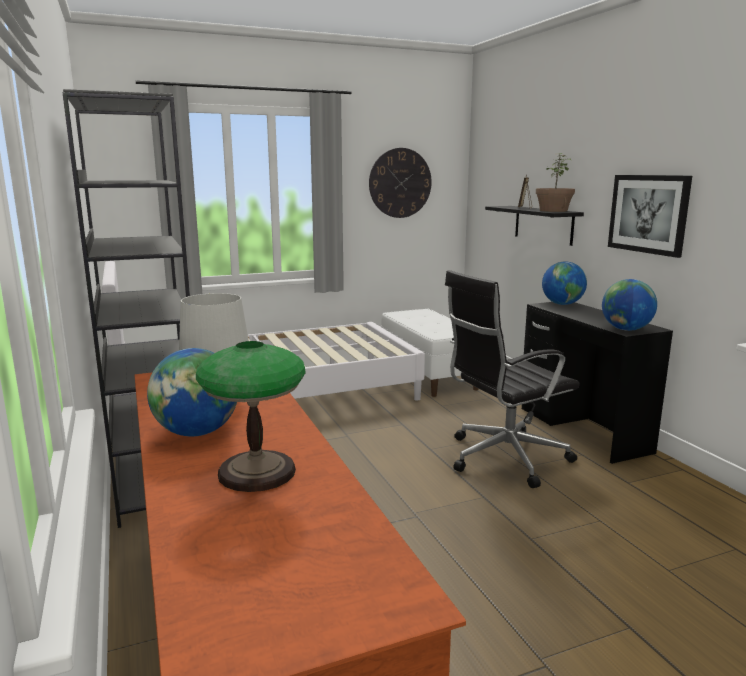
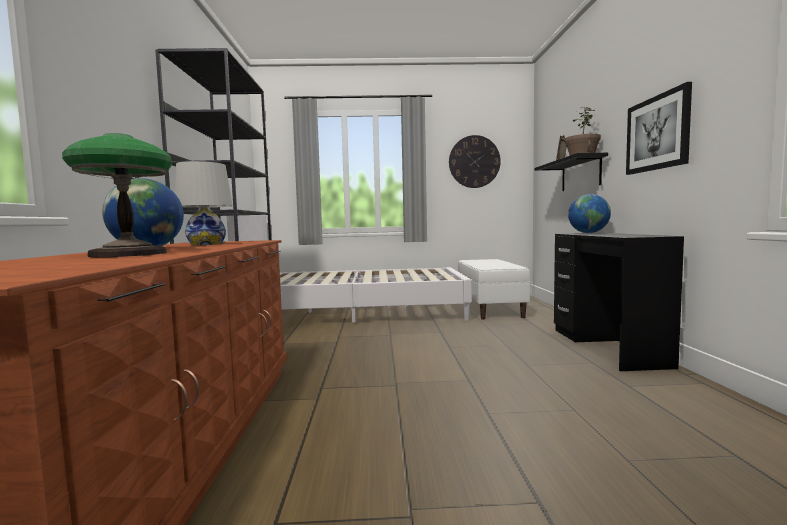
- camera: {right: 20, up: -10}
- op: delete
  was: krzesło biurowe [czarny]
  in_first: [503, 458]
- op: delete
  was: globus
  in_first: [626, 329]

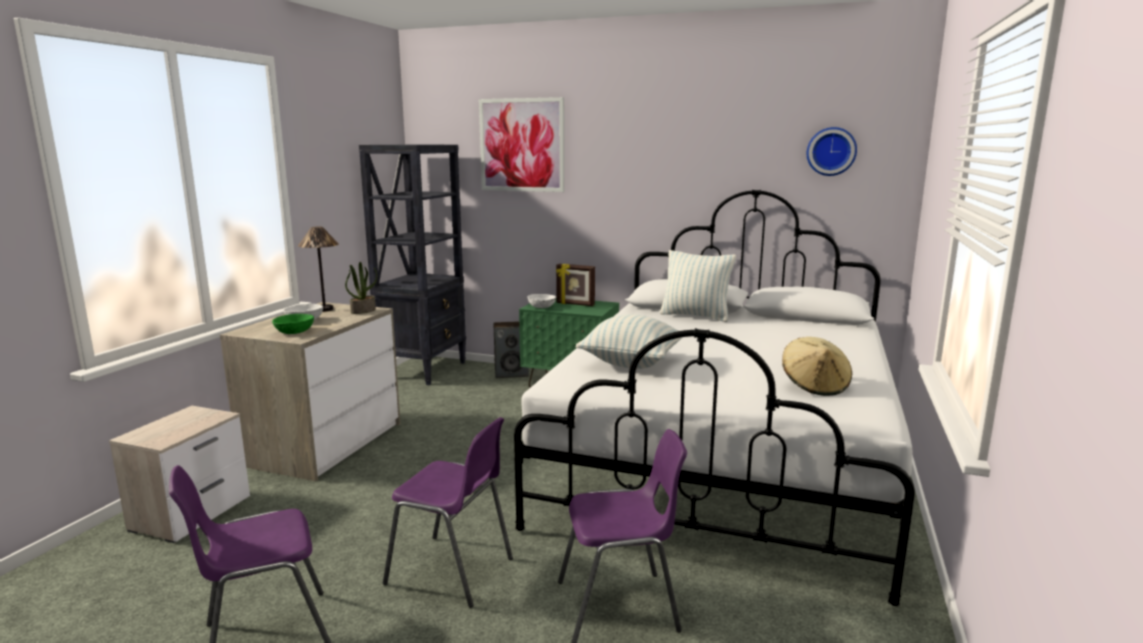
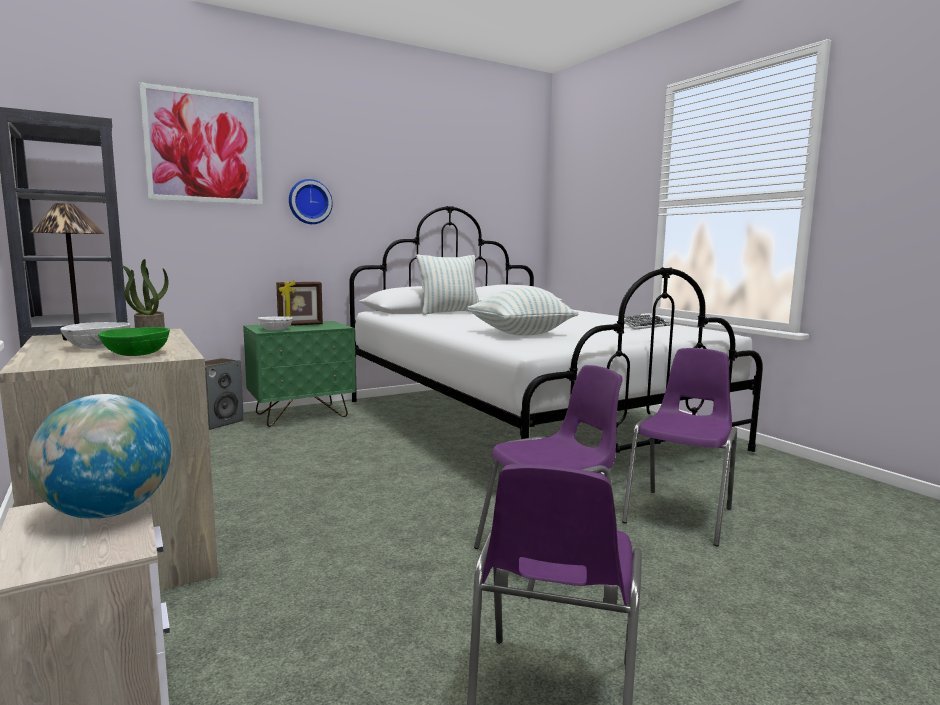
- camera: {right: -50, up: -5}
- op: move
  was: zegar ścienny
  in_first: [831, 151]
  in_second: [309, 202]
- op: replace
  was: kapelusz [beżowy]
  now: klawiatura
  in_first: [814, 386]
  in_second: [644, 326]
- op: insert
  now: globus
  in_second: [108, 513]

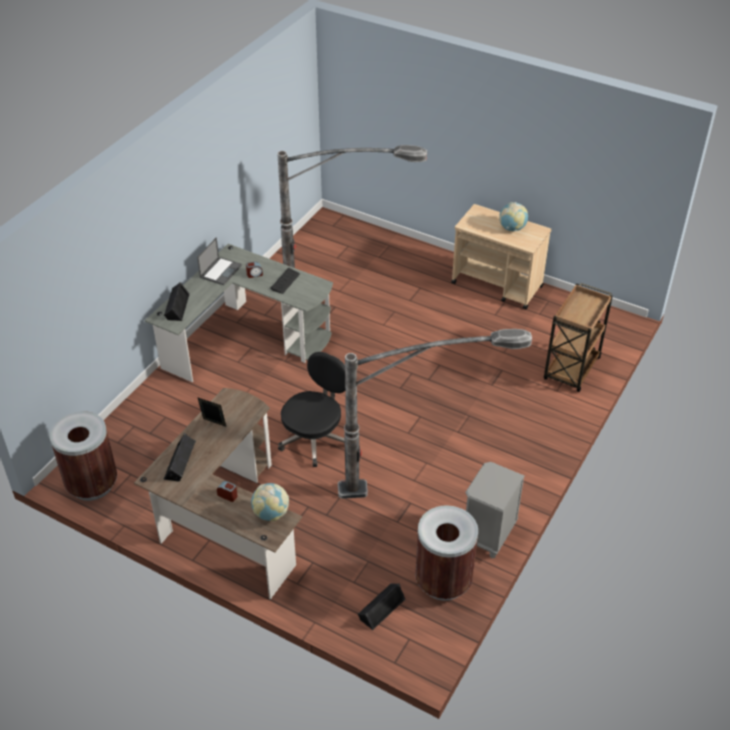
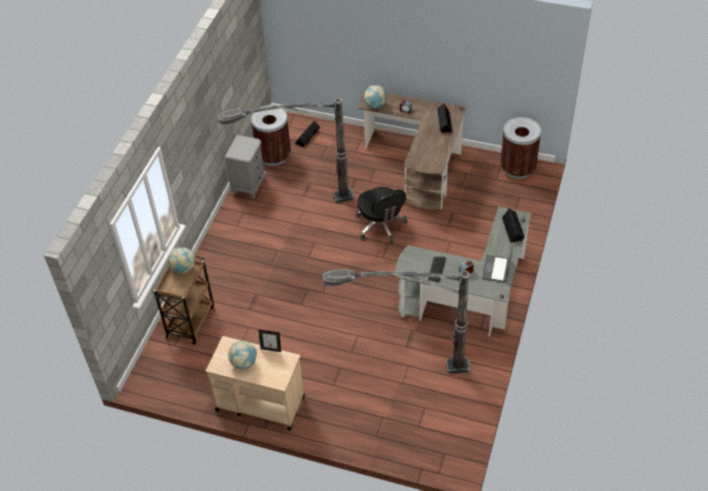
- camera: {right: 170, up: 5}
- op: rotate
  was: krzesło biurowe [czarny]
  in_first: [315, 438]
  in_second: [381, 226]
  clockwise: -45
- op: move
  was: ramka na zdjęcie
  in_first: [213, 424]
  in_second: [271, 349]
- op: insert
  now: globus
  in_second: [183, 268]

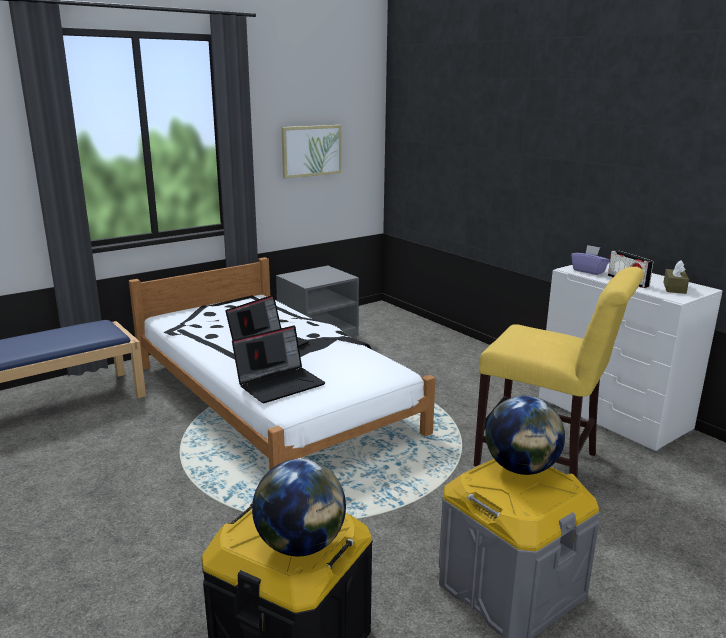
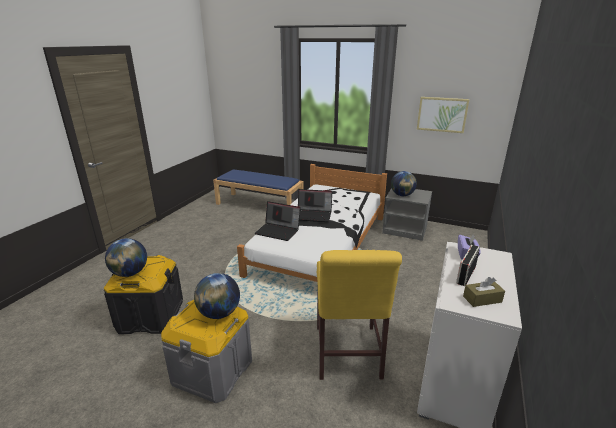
- camera: {right: 60, up: 5}
- op: insert
  now: globus
  in_second: [402, 195]

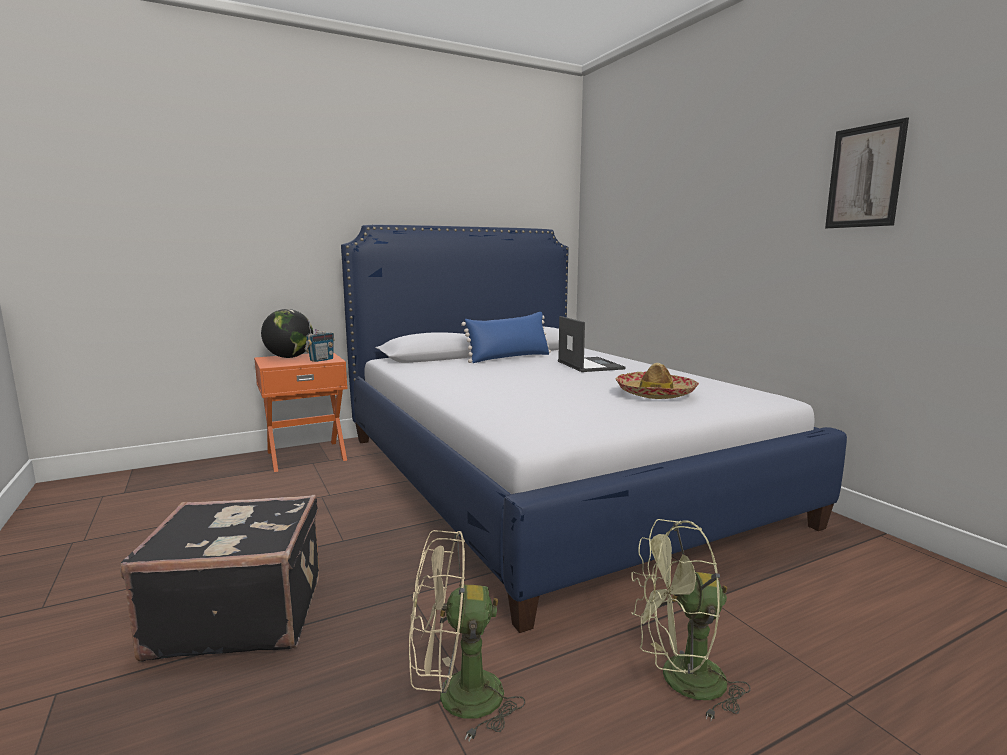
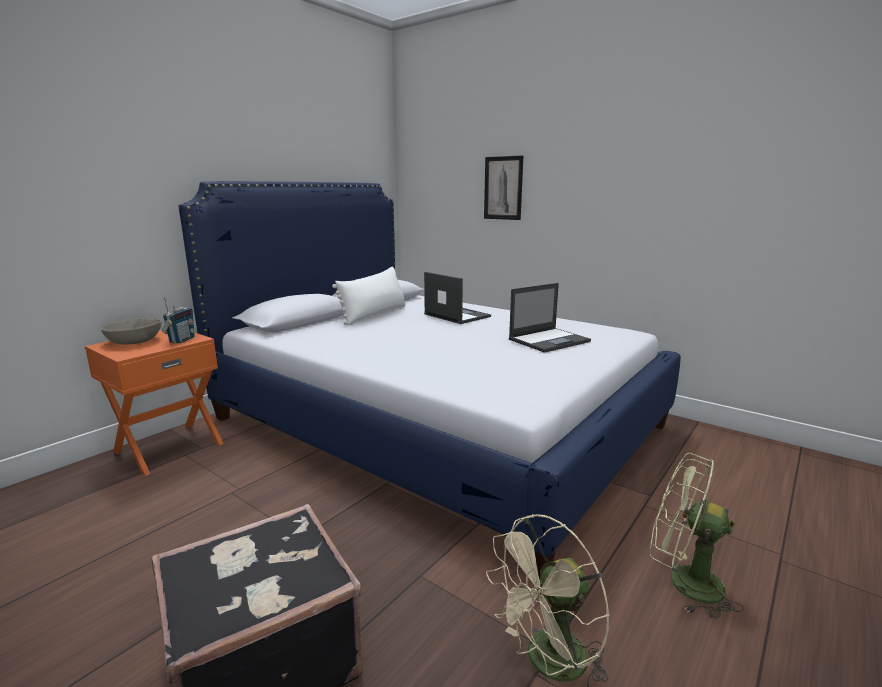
- camera: {right: -25, up: 5}
- op: move
  was: obraz
  in_first: [865, 176]
  in_second: [503, 188]
- op: replace
  was: globus
  now: miska [szary]
  in_first: [289, 357]
  in_second: [134, 341]
- op: recolor
  was: poduszka [niebieski]
  now: poduszka [biały]
  in_first: [509, 358]
  in_second: [374, 314]
- op: replace
  was: kapelusz
  now: laptop
  in_first: [655, 393]
  in_second: [549, 340]
- op: rotate
  was: wentylator [zielony]
  in_first: [680, 681]
  in_second: [683, 582]
  clockwise: 60

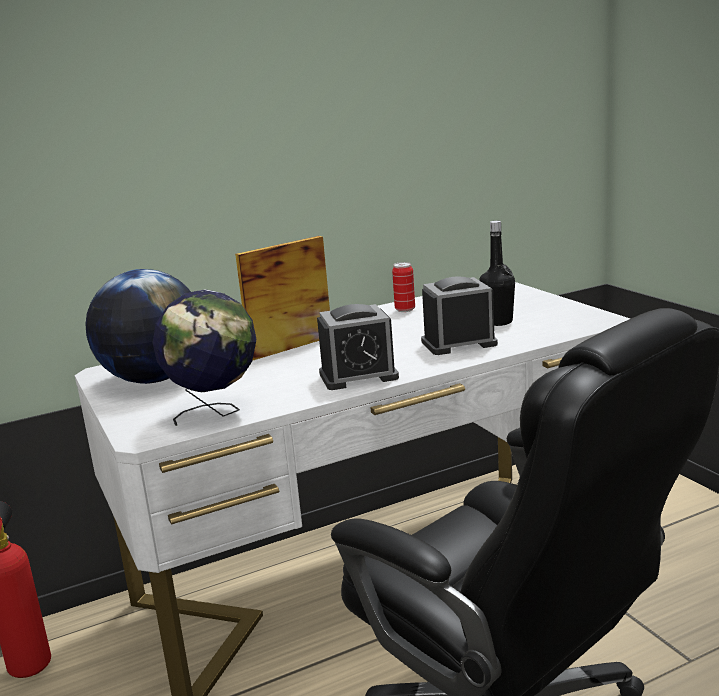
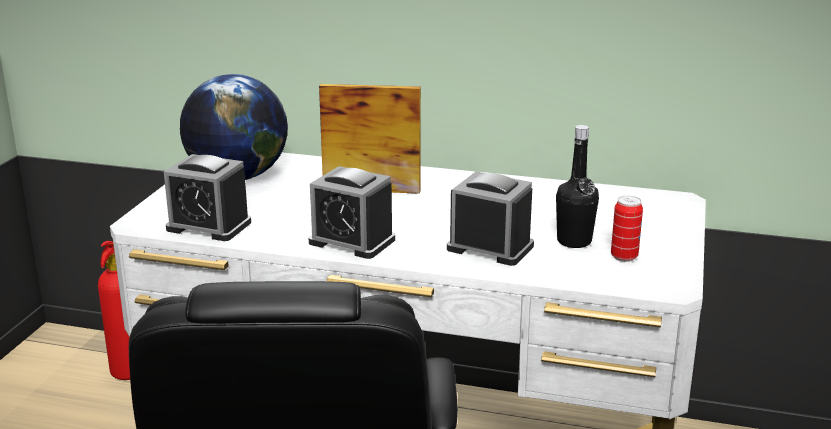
- camera: {right: 40, up: 5}
- op: move
  was: puszka
  in_first: [405, 310]
  in_second: [624, 257]
- op: replace
  was: globus
  now: budzik
  in_first: [216, 413]
  in_second: [209, 226]

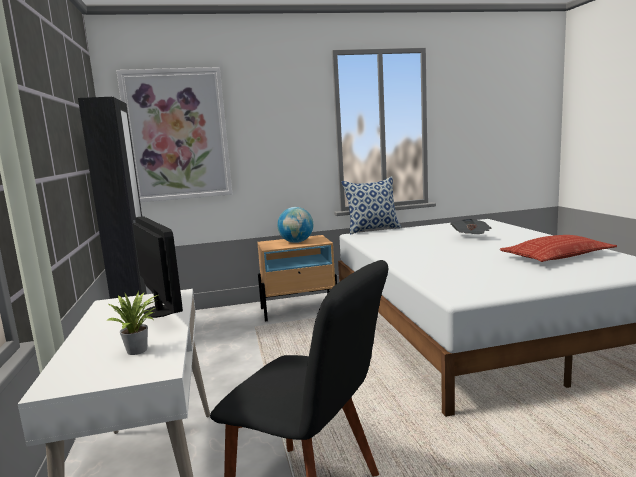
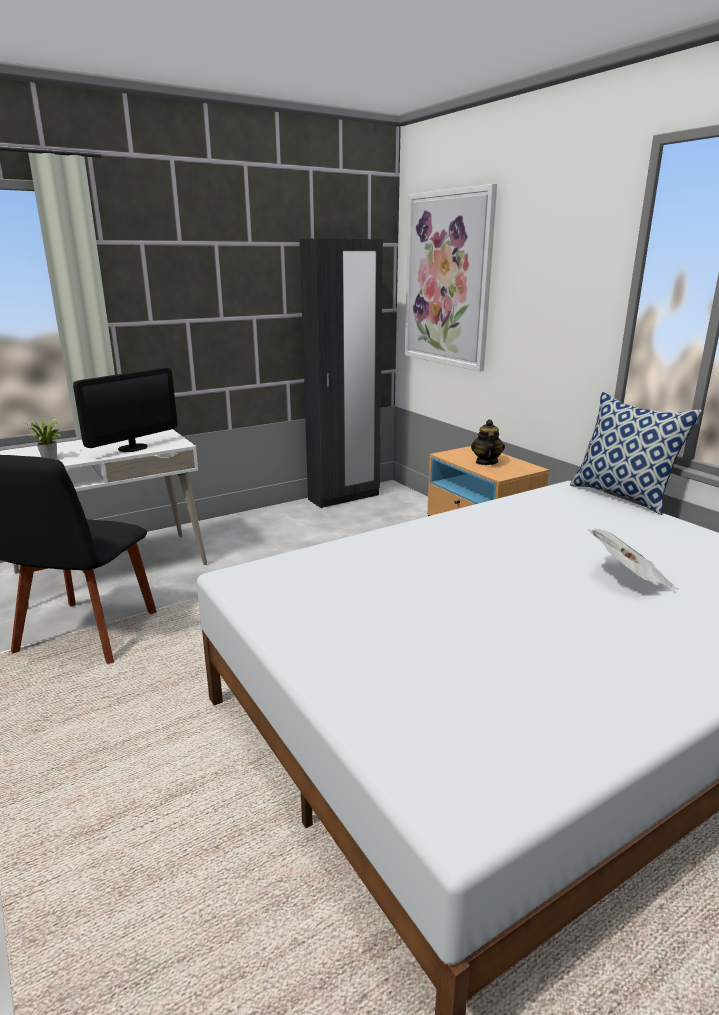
- camera: {right: 70, up: 10}
- op: replace
  was: globus
  now: imbryk
  in_first: [296, 242]
  in_second: [486, 462]
- op: delete
  was: poduszka
  in_first: [557, 256]

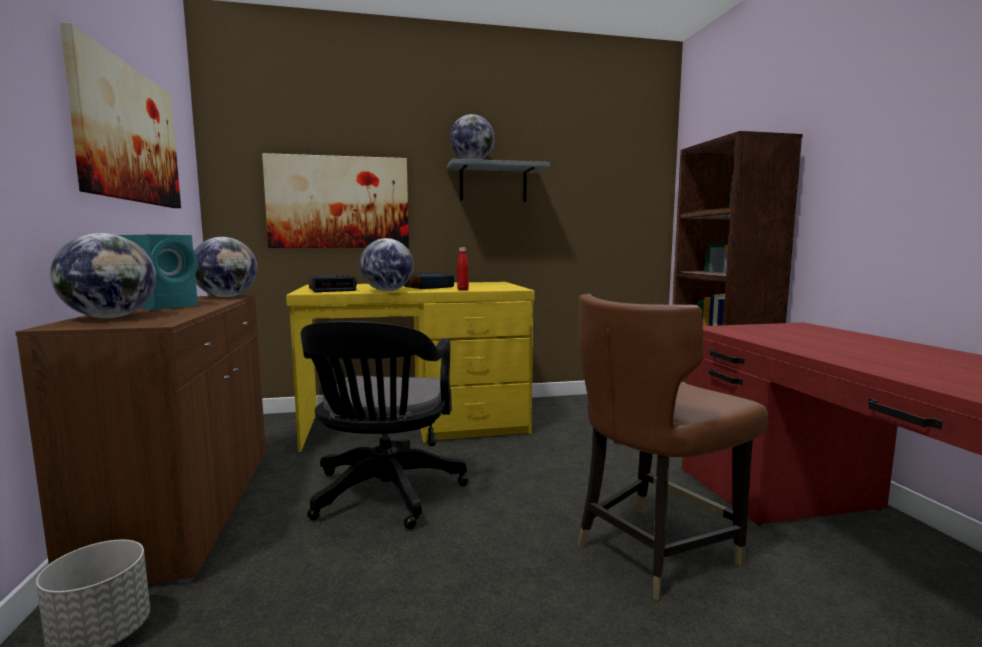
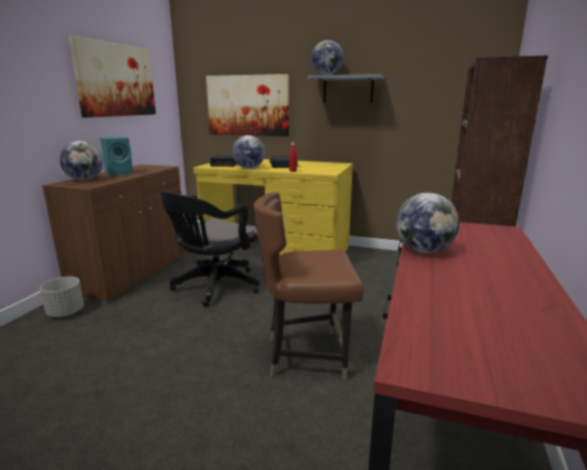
- camera: {right: 30, up: 10}
- op: move
  was: globus
  in_first: [226, 297]
  in_second: [423, 250]

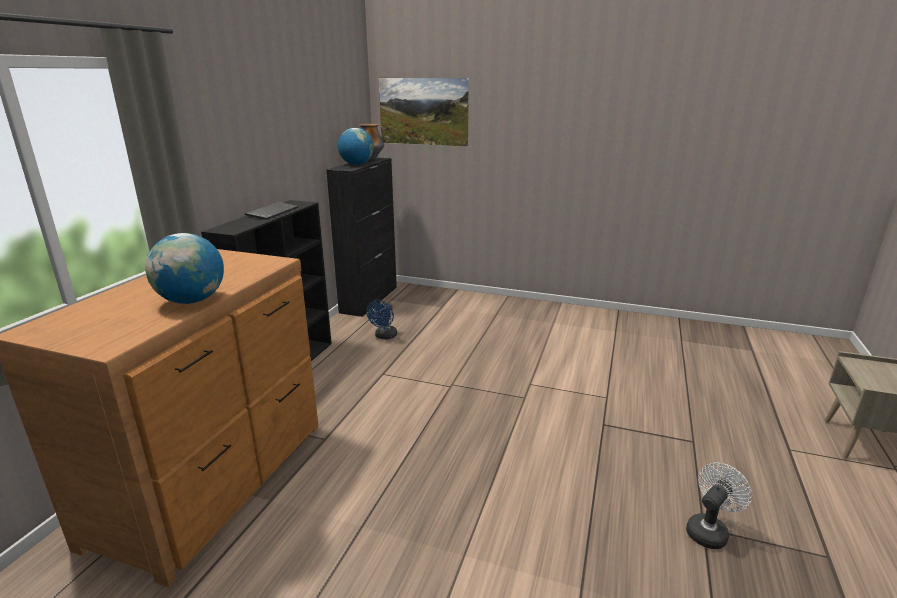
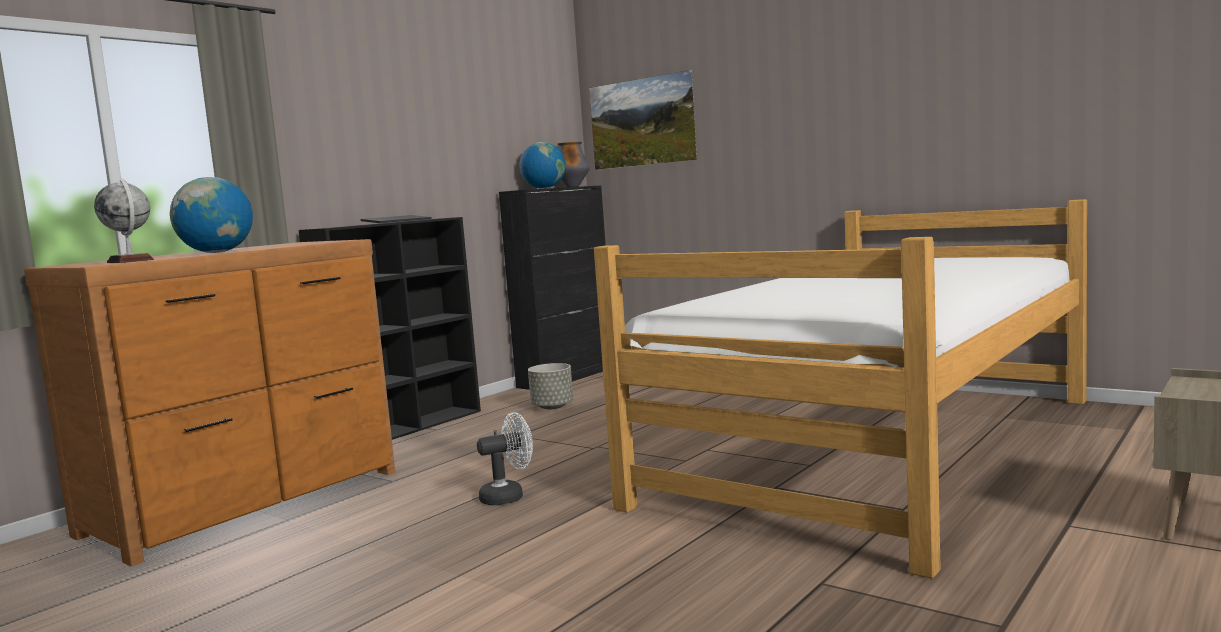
- camera: {right: 20, up: -15}
- op: replace
  was: wentylator [niebieski]
  now: donica [szary]
  in_first: [384, 336]
  in_second: [553, 407]
- op: move
  was: wentylator [biały]
  in_first: [709, 530]
  in_second: [509, 497]
- op: insert
  now: globus
  in_second: [130, 261]
- op: insert
  now: łóżko
  in_second: [883, 448]

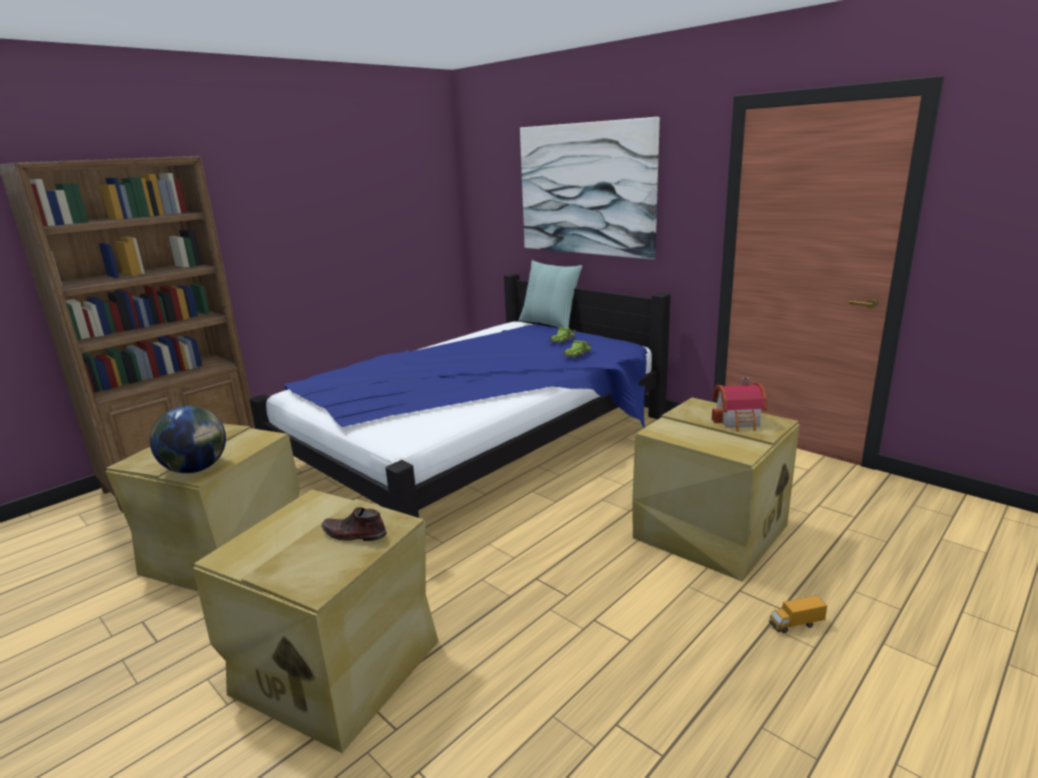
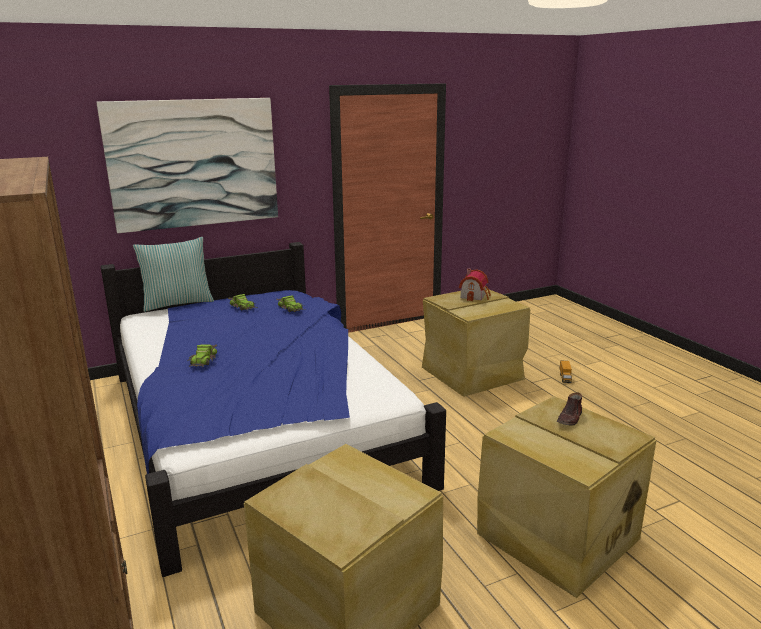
- camera: {right: -70, up: 0}
- op: delete
  was: globus
  in_first: [196, 469]
- op: insert
  now: samochodzik
  in_second: [203, 360]

